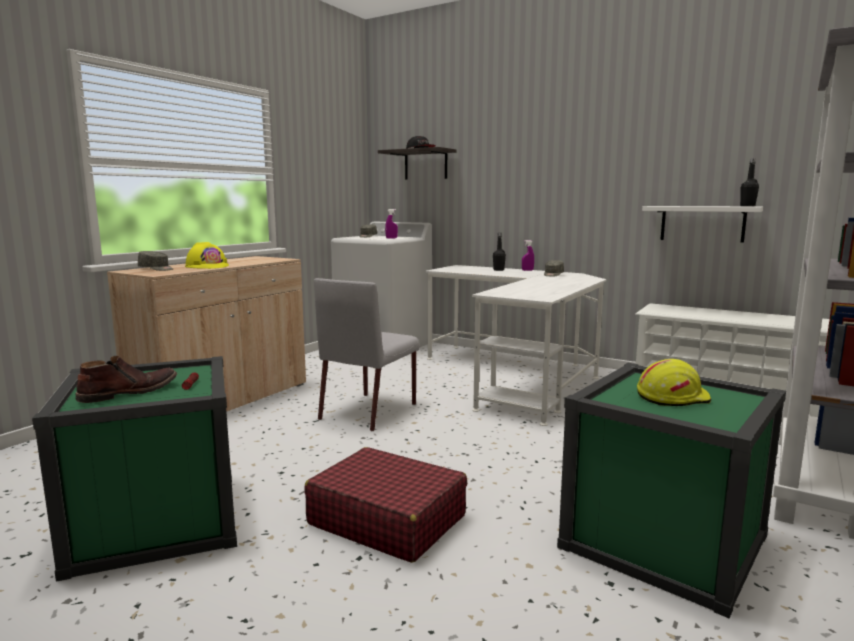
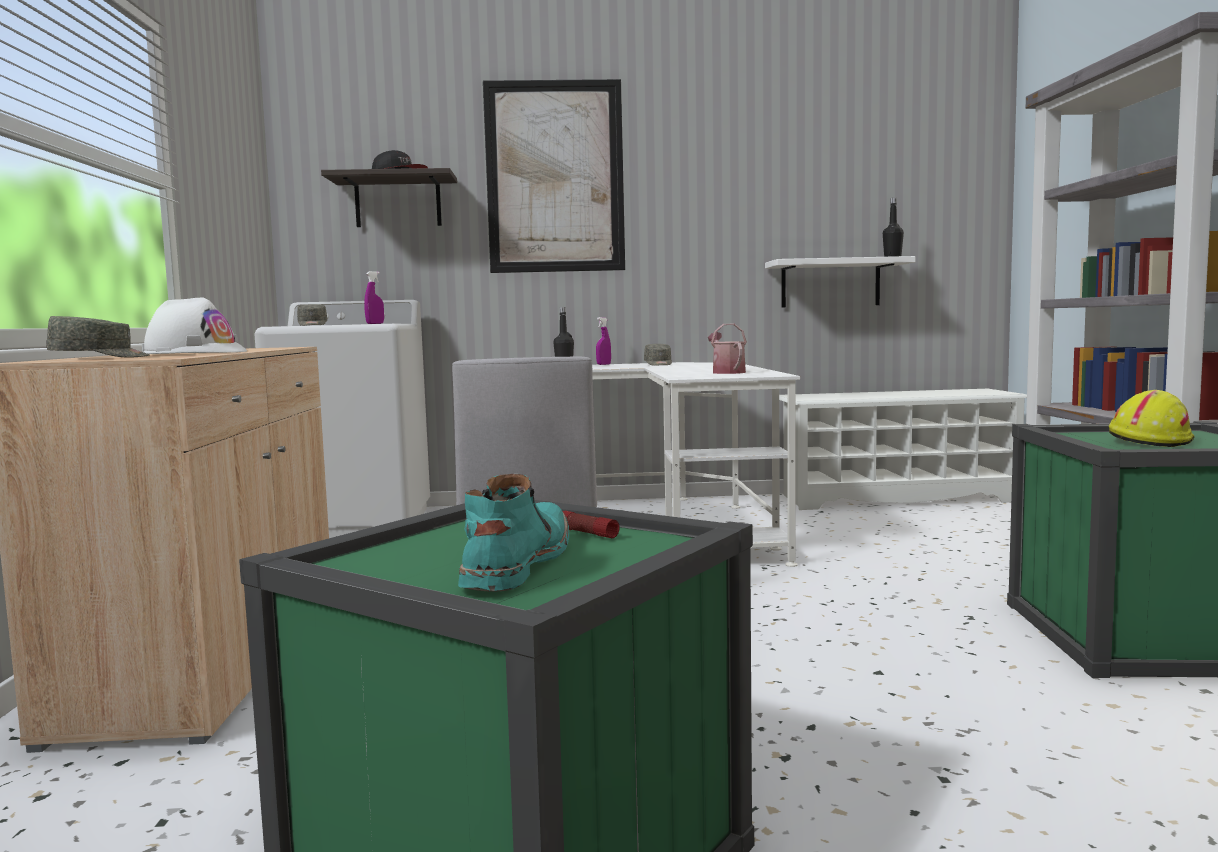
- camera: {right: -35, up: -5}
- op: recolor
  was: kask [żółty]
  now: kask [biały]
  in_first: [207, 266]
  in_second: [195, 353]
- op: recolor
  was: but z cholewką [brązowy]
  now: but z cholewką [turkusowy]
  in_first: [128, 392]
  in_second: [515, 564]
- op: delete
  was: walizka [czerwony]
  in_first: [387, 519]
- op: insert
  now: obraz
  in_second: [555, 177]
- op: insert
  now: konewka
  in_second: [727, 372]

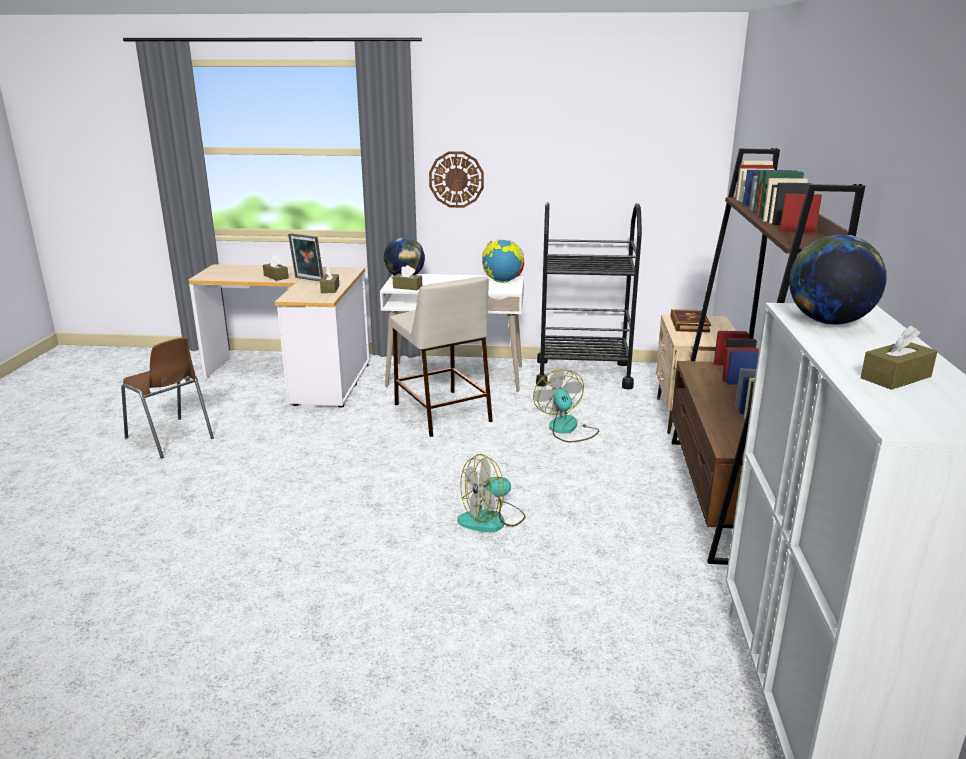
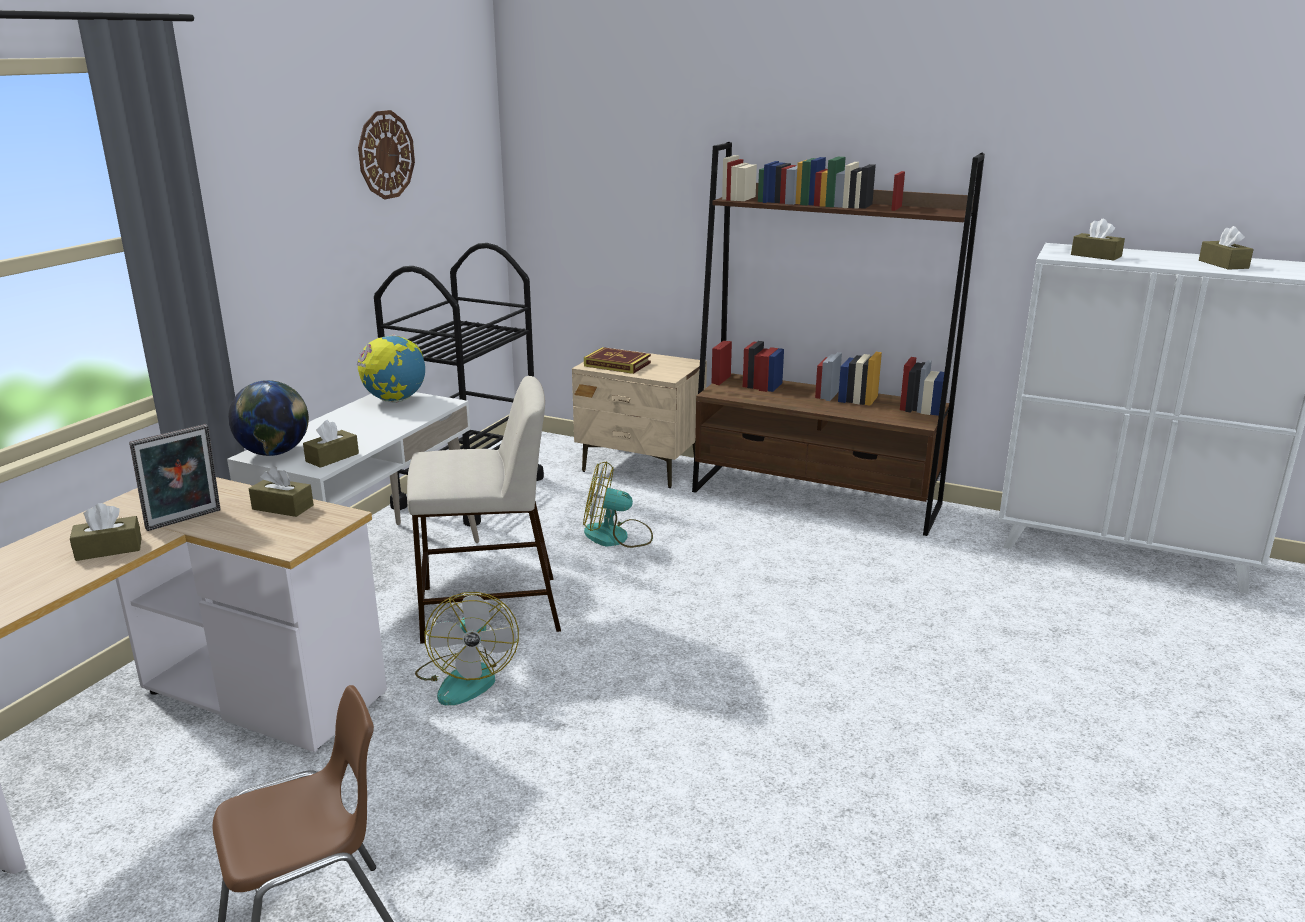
- camera: {right: -70, up: 0}
- op: move
  was: zegar ścienny
  in_first: [456, 179]
  in_second: [385, 155]
- op: replace
  was: globus
  now: pudełko chusteczek [brązowy]
  in_first: [828, 322]
  in_second: [1096, 256]
- op: move
  was: wentylator
  in_first: [492, 519]
  in_second: [466, 677]

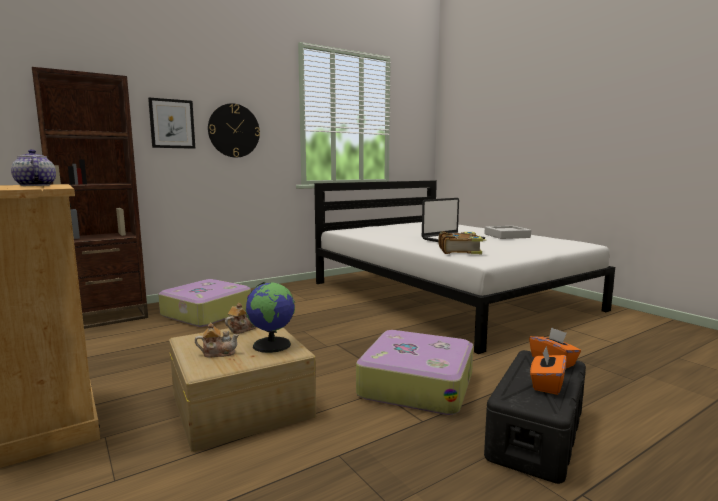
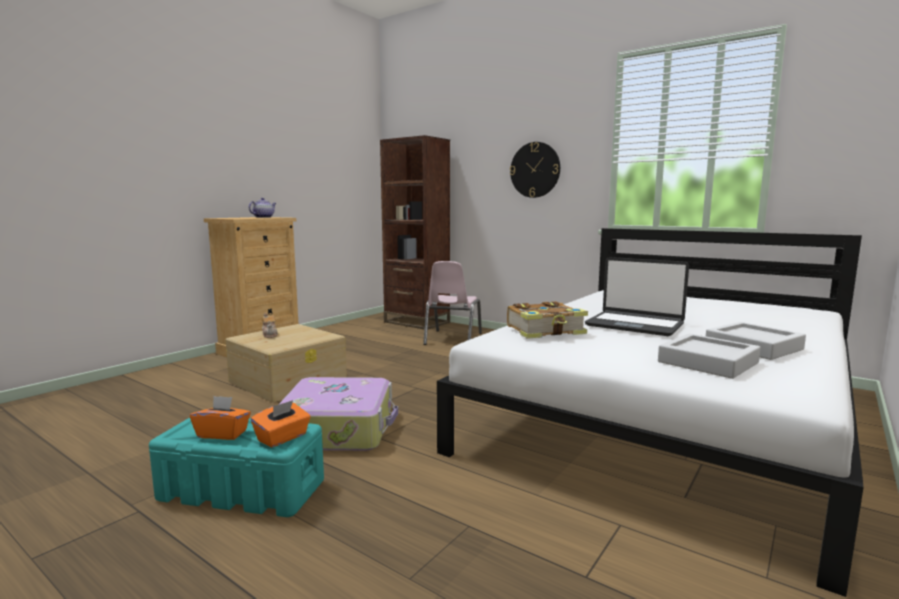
- camera: {right: 70, up: 0}
- op: delete
  was: obraz
  in_first: [172, 124]
- op: replace
  was: walizka
  now: krzesło [różowy]
  in_first: [205, 313]
  in_second: [452, 339]
- op: delete
  was: globus
  in_first: [272, 344]
- op: delete
  was: imbryk
  in_first: [242, 329]
- op: recolor
  was: pojemnik do przechowywania [czarny]
  now: pojemnik do przechowywania [turkusowy]
  in_first: [536, 433]
  in_second: [243, 490]
- op: insert
  now: taca [szary]
  in_second: [708, 362]

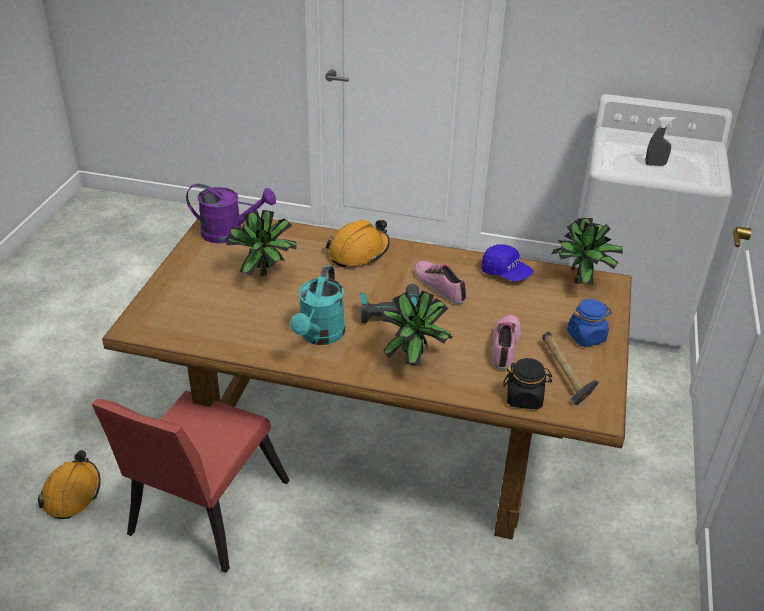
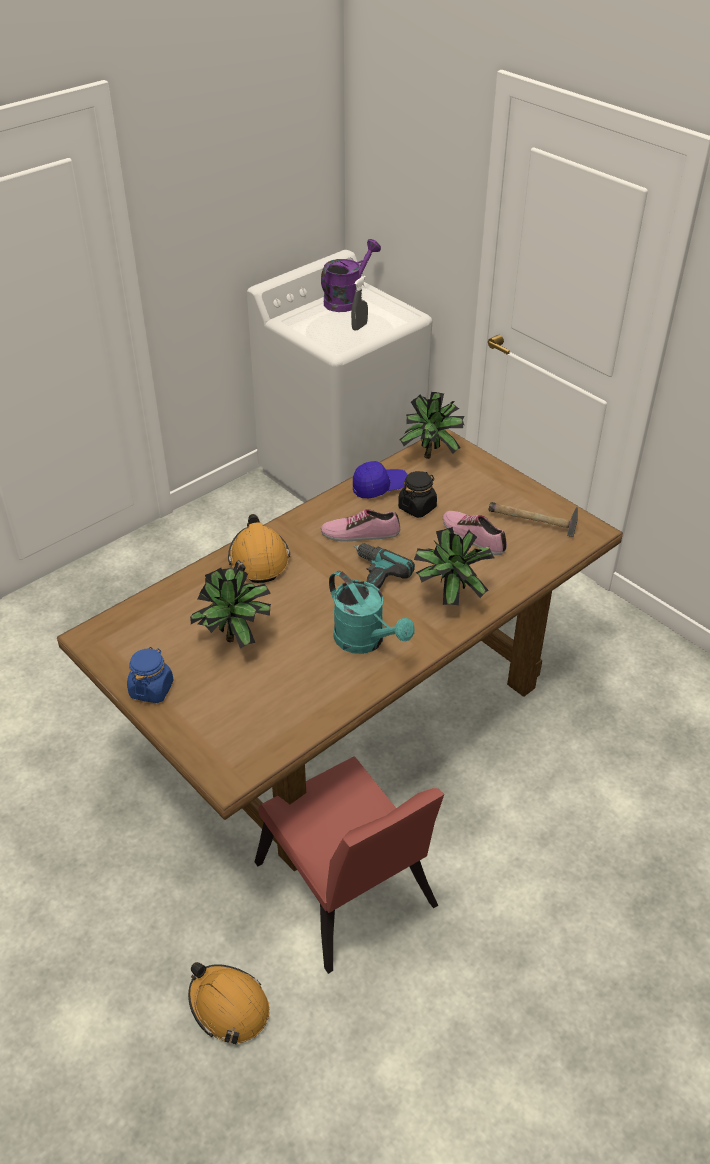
- camera: {right: -55, up: 5}
- op: move
  was: konewka [fioletowy]
  in_first: [230, 233]
  in_second: [347, 300]
- op: move
  was: słoik [niebieski]
  in_first: [586, 336]
  in_second: [151, 689]
- op: move
  was: słoik [czarny]
  in_first: [524, 398]
  in_second: [417, 507]

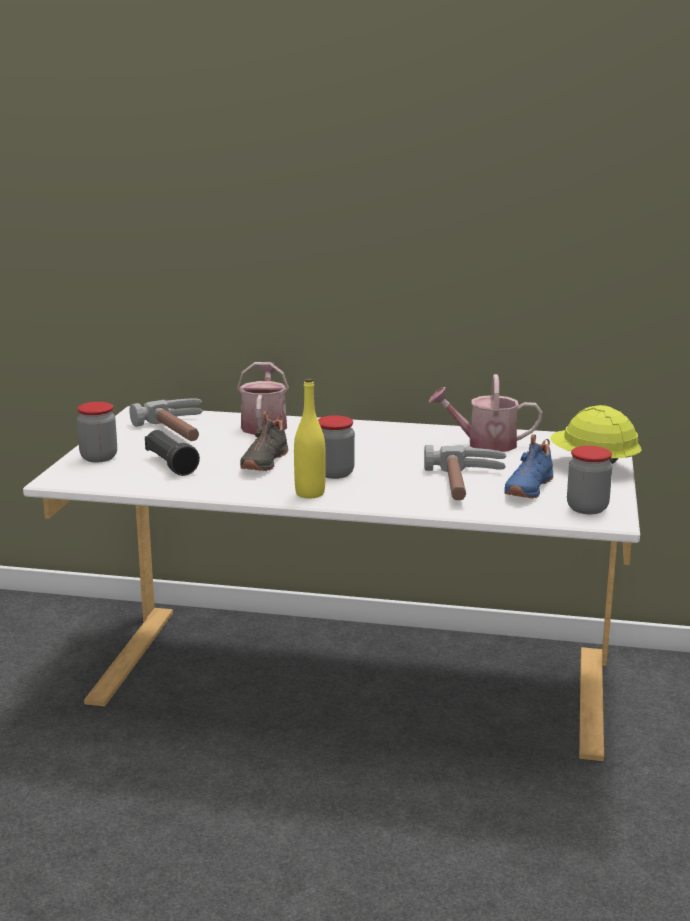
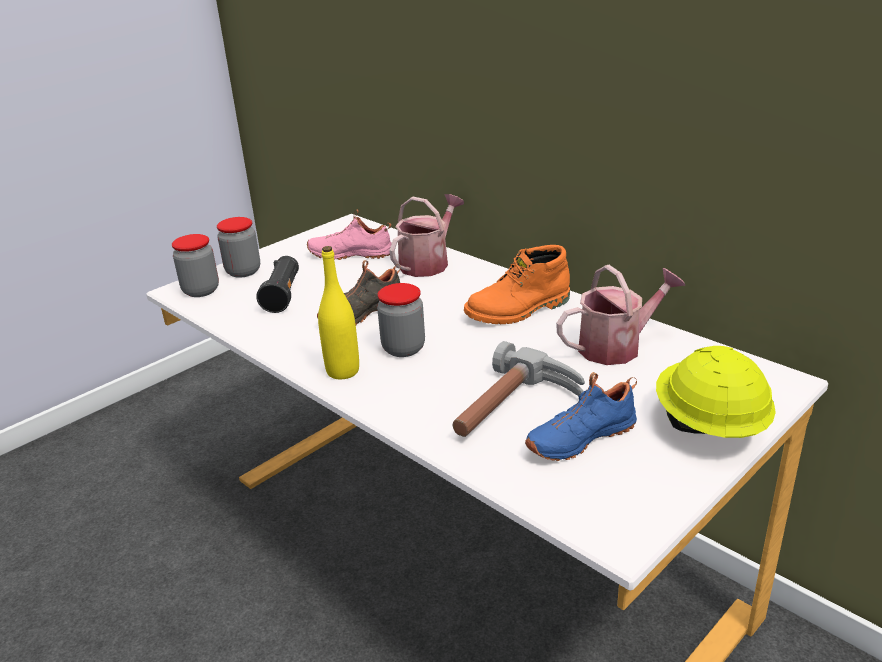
- camera: {right: 35, up: 10}
- op: rotate
  was: konewka
  in_first: [484, 444]
  in_second: [617, 346]
  clockwise: 120
- op: replace
  was: młotek
  now: but [różowy]
  in_first: [183, 430]
  in_second: [351, 254]
- op: move
  was: słoik
  in_first: [587, 508]
  in_second: [201, 290]
- op: insert
  now: but z cholewką [pomarańczowy]
  in_second: [519, 310]

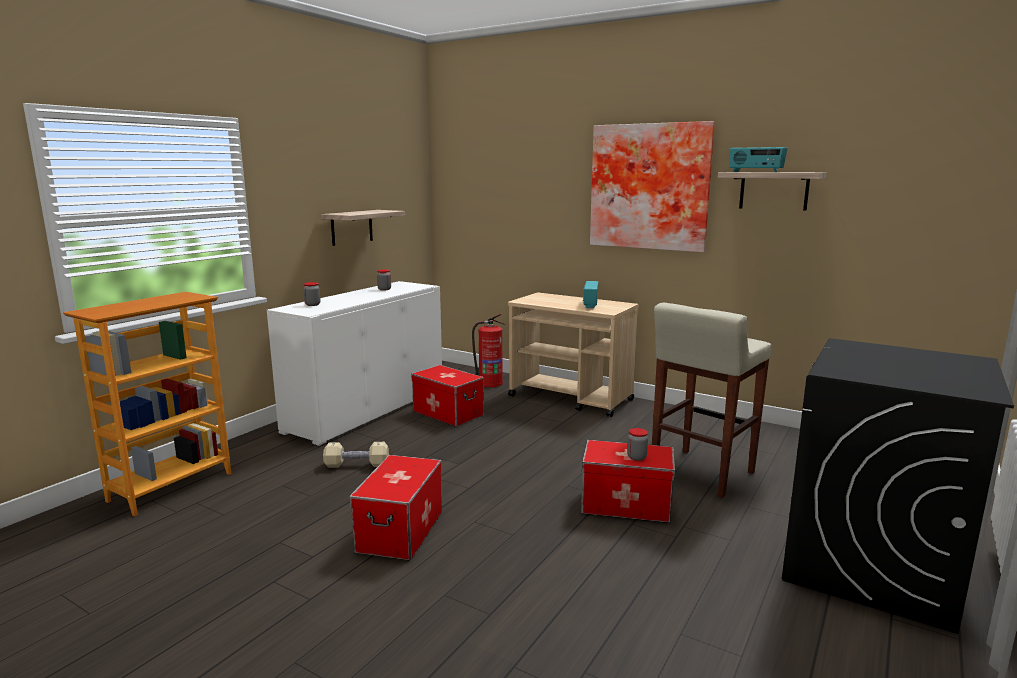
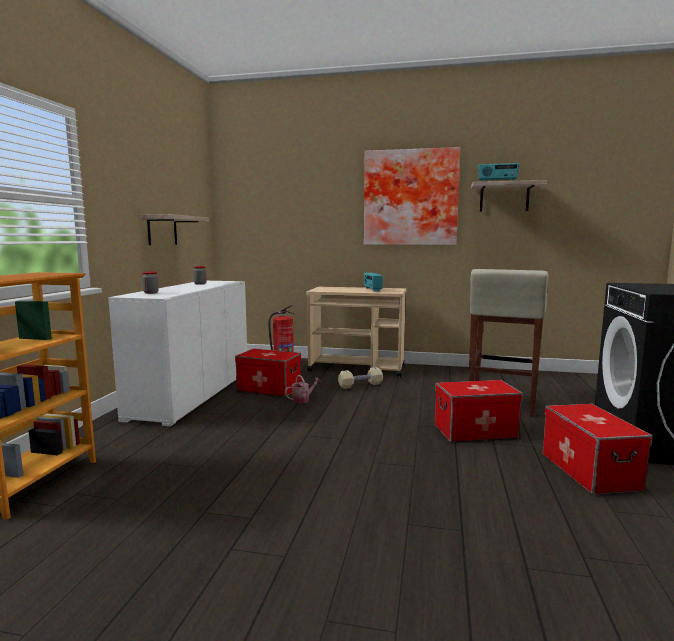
- camera: {right: -20, up: -5}
- op: delete
  was: słoik
  in_first: [636, 457]
- op: move
  was: hantel [beżowy]
  in_first: [357, 465]
  in_second: [360, 385]
- op: move
  was: pojemnik do przechowywania
  in_first: [401, 531]
  in_second: [590, 471]
- op: insert
  now: konewka
  in_second: [303, 399]

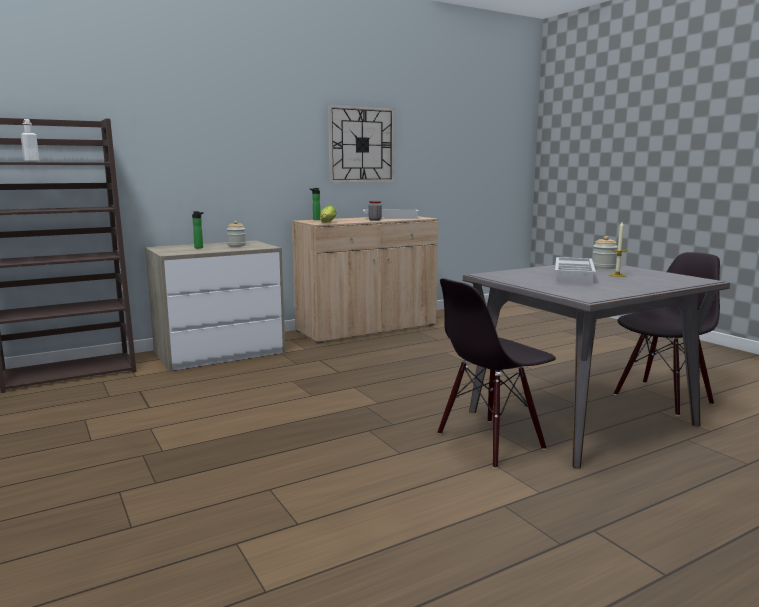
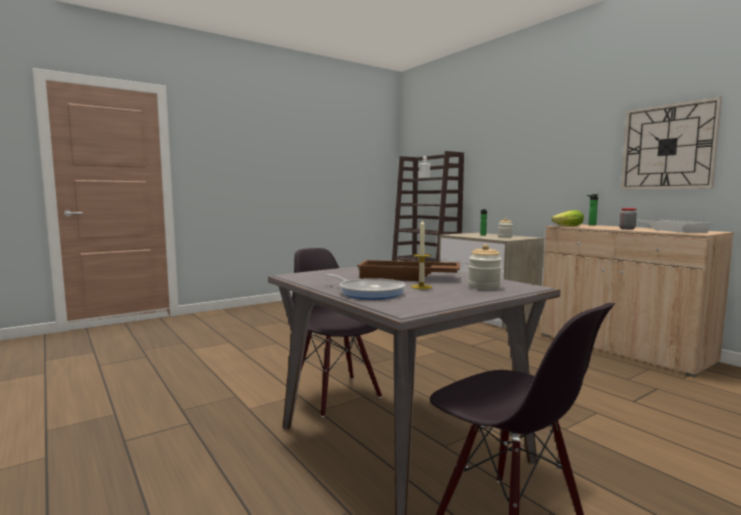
- camera: {right: 85, up: -5}
- op: recolor
  was: taca [biały]
  now: taca [brązowy]
  in_first: [575, 276]
  in_second: [408, 277]
- op: insert
  now: patelnia
  in_second: [369, 292]

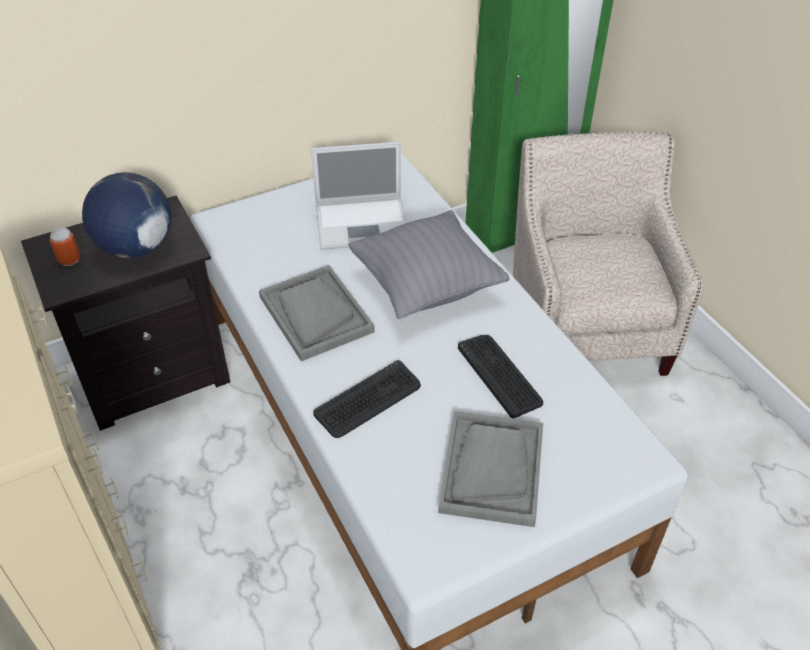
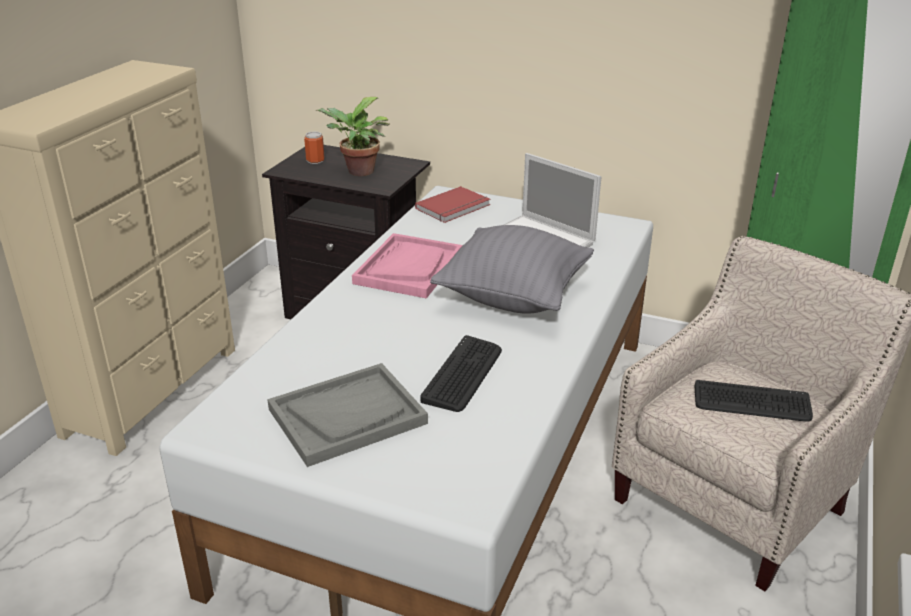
- camera: {right: 50, up: -15}
- op: replace
  was: globus
  now: roślina doniczkowa
  in_first: [135, 247]
  in_second: [357, 172]
- op: recolor
  was: taca [szary]
  now: taca [różowy]
  in_first: [315, 314]
  in_second: [408, 268]
- op: move
  was: klawiatura
  in_first: [368, 400]
  in_second: [752, 403]
- op: insert
  now: książka [czerwony]
  in_second: [454, 207]

